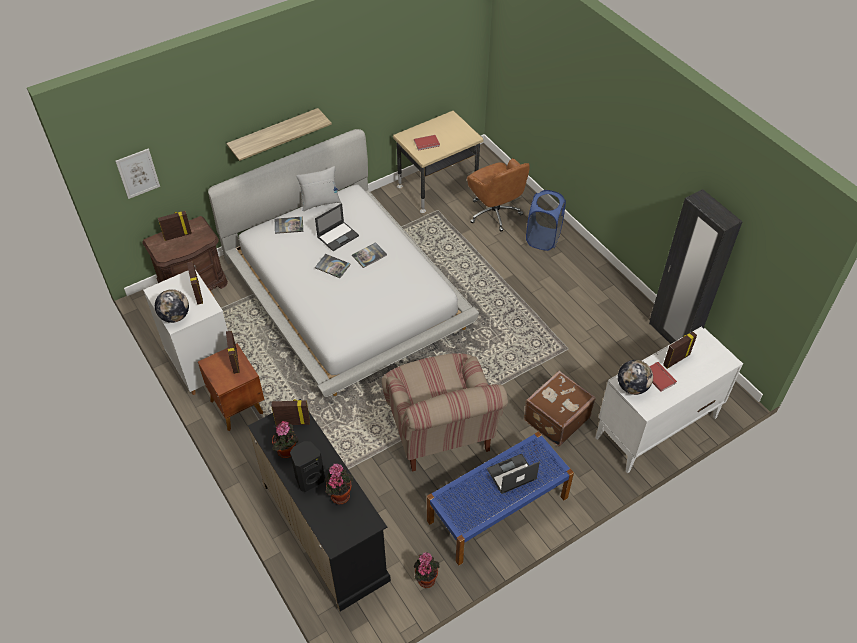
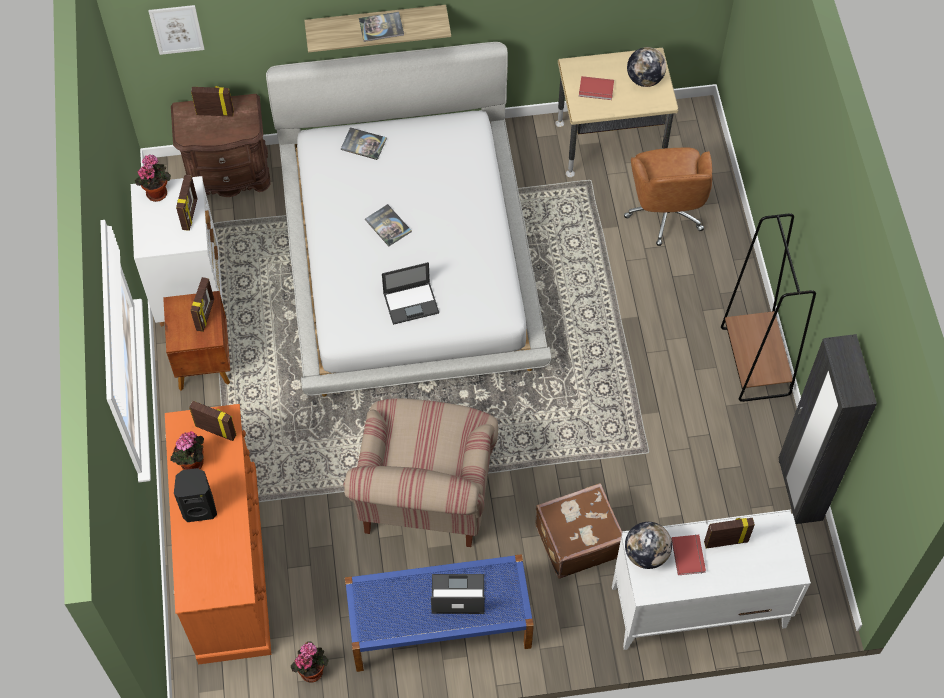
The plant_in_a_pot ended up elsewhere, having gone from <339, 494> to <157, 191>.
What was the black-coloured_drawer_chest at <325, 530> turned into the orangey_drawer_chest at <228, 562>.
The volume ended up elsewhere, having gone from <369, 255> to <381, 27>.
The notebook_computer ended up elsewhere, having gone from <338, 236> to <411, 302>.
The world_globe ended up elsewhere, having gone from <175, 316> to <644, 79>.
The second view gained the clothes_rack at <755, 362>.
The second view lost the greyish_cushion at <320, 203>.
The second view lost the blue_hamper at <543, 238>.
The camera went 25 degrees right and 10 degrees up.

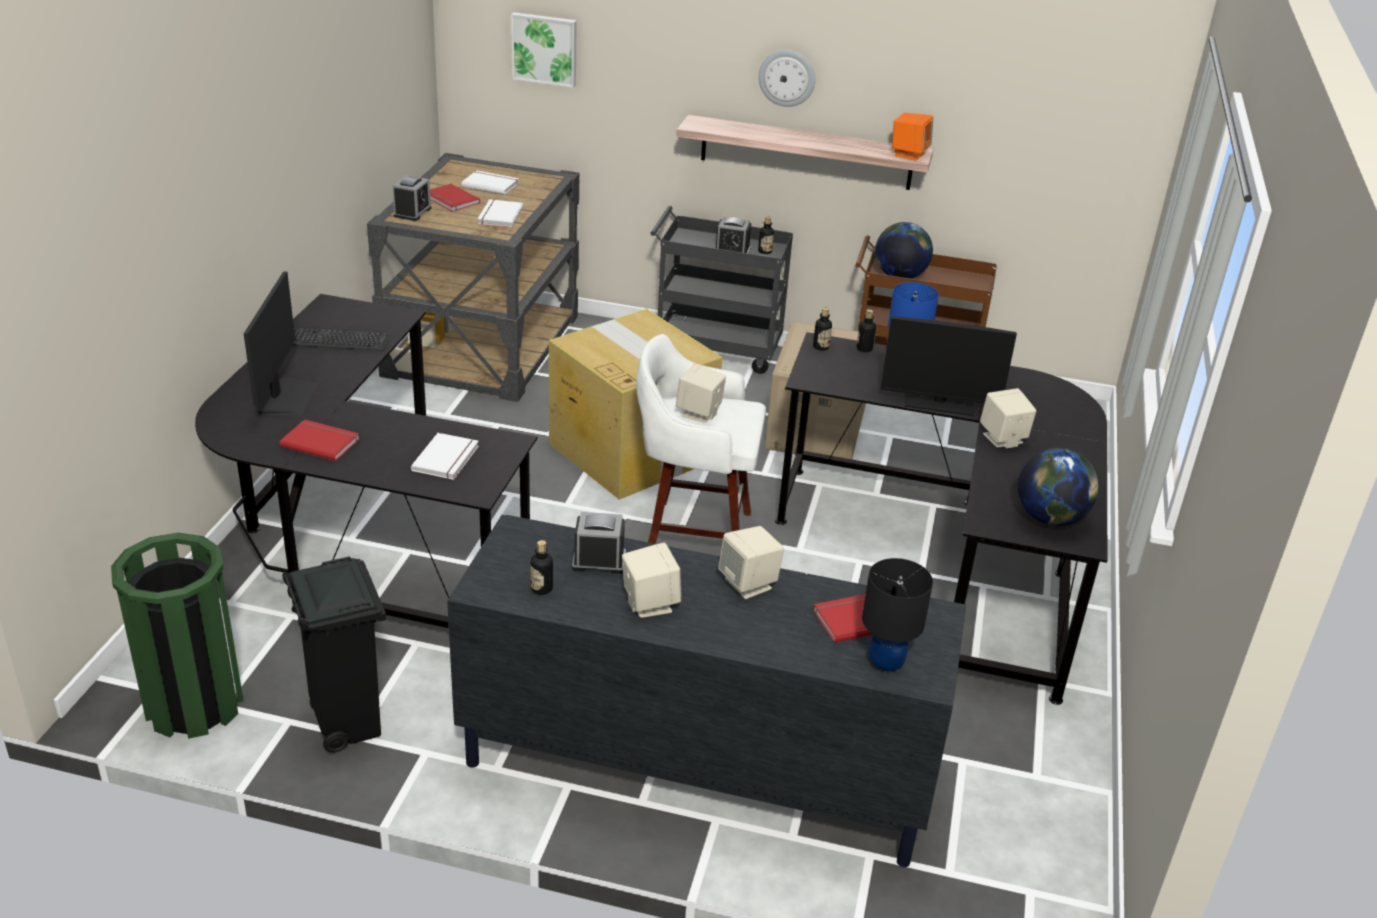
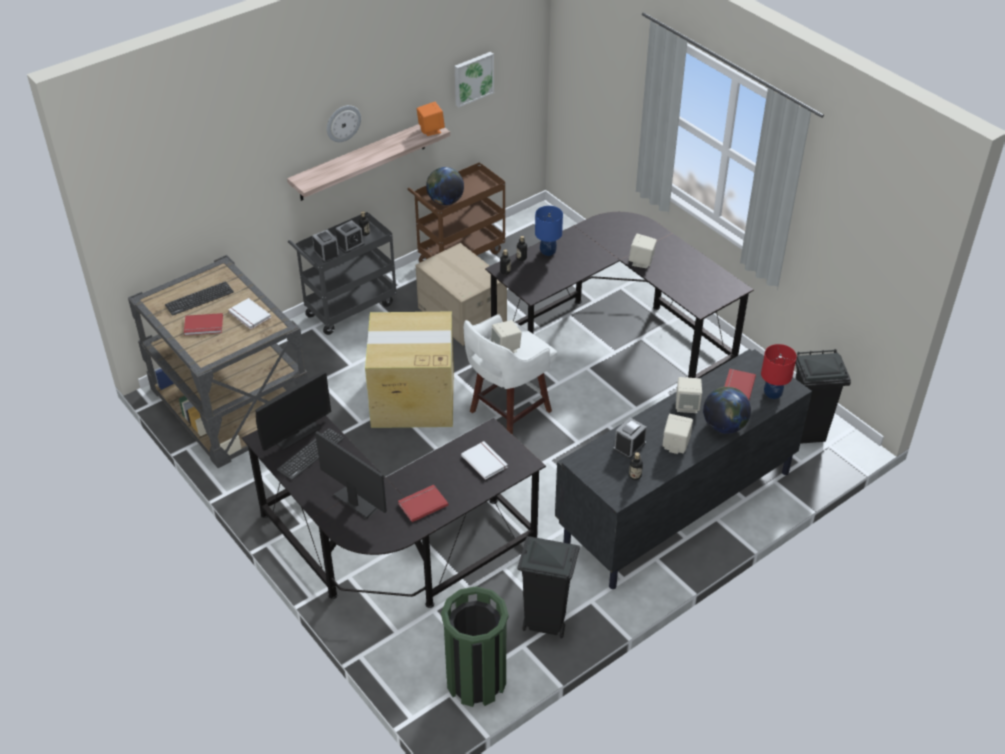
Where the white_volume stood at <490, 184>, the keyboard came to stand at <199, 299>.
The computer_display ended up elsewhere, having gone from <939, 403> to <296, 433>.
The table_clock ended up elsewhere, having gone from <412, 212> to <326, 254>.
The wall_art ended up elsewhere, having gone from <545, 49> to <473, 78>.
The world_globe ended up elsewhere, having gone from <1050, 518> to <724, 426>.
What was the black-coloured_tabletop_lamp at <887, 663> turned into the red_tabletop_lamp at <773, 394>.
The second view gained the black-coloured_rubbish_bin at <807, 433>.
The camera went 50 degrees left and 10 degrees up.

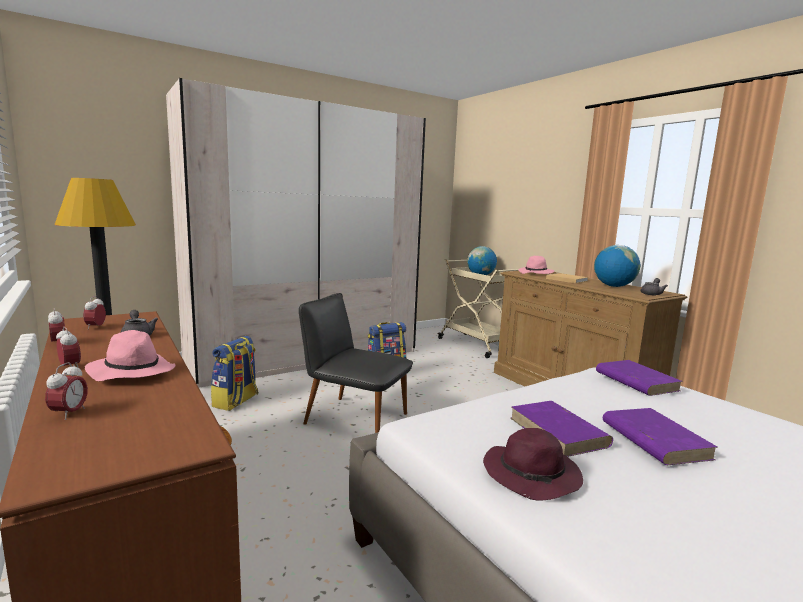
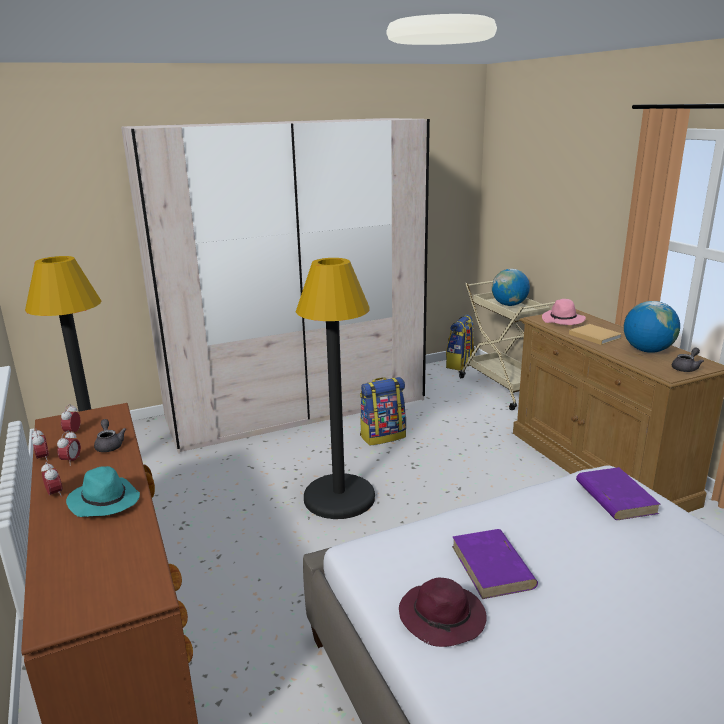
The table_clock ended up elsewhere, having gone from <69, 414> to <71, 461>.
What was the pink_clothing_hat at <131, 372> turned into the blue-green_clothing_hat at <104, 501>.
Where the black-coloured_chair stood at <356, 418>, the black-coloured_floor_lamp came to stand at <339, 497>.
The rucksack ended up elsewhere, having gone from <236, 401> to <460, 364>.
The second view lost the purple-coloured_volume at <653, 439>.
The camera went 10 degrees right and 10 degrees up.

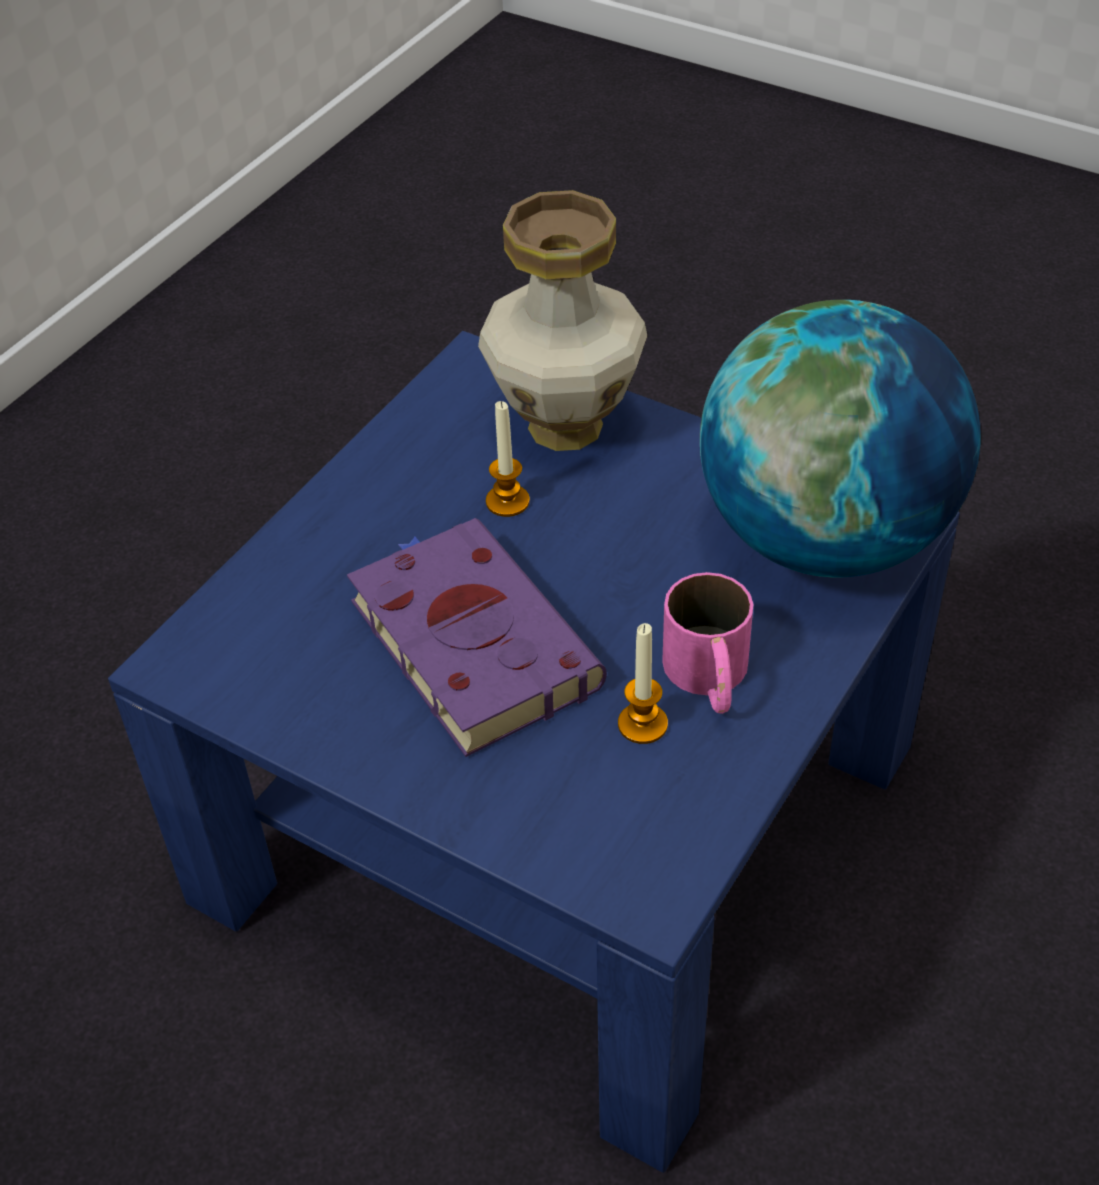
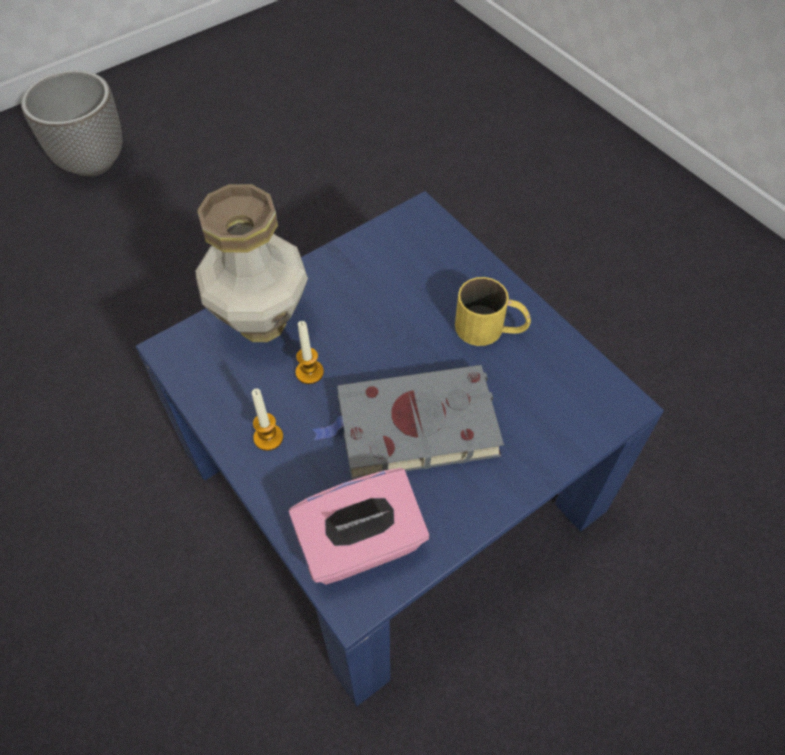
The second view gained the plant_pot at <91, 162>.
The wax_light ended up elsewhere, having gone from <642, 724> to <268, 437>.
The second view gained the pink_tissue_holder at <361, 544>.
What was the purple-coloured_volume at <468, 640> turned into the greyish_volume at <412, 427>.
What was the pink_coffee_mug at <709, 679> turned into the yellow_coffee_mug at <491, 329>.
The second view lost the world_globe at <825, 538>.
The camera went 70 degrees left and 10 degrees up.

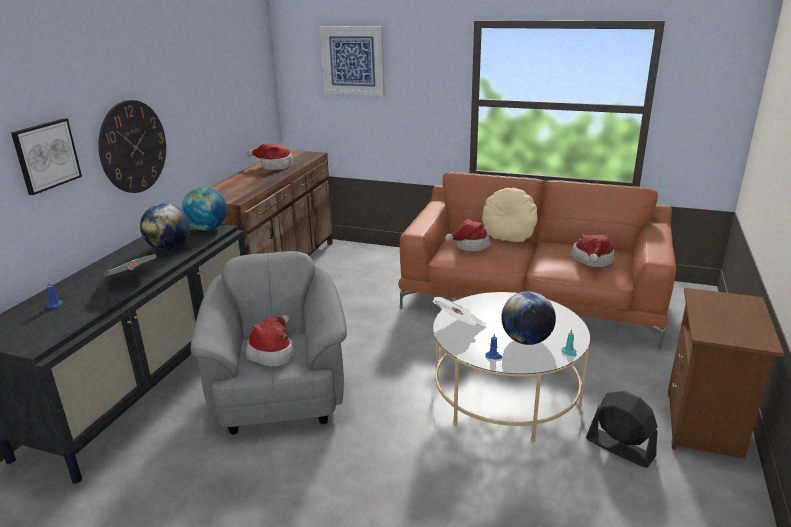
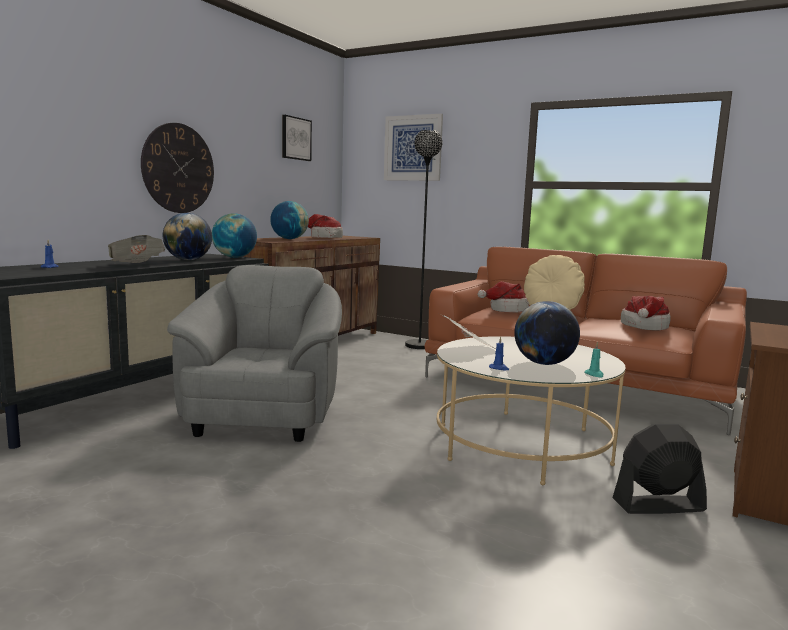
The second view gained the world_globe at <289, 239>.
The wall_art ended up elsewhere, having gone from <46, 155> to <295, 138>.
The second view gained the black-coloured_floor_lamp at <419, 345>.
The black-coloured_fan at <619, 447> ended up facing another way, 60 degrees counterclockwise from before.
The second view lost the clothing_hat at <273, 352>.
The camera went 10 degrees right and 15 degrees down.

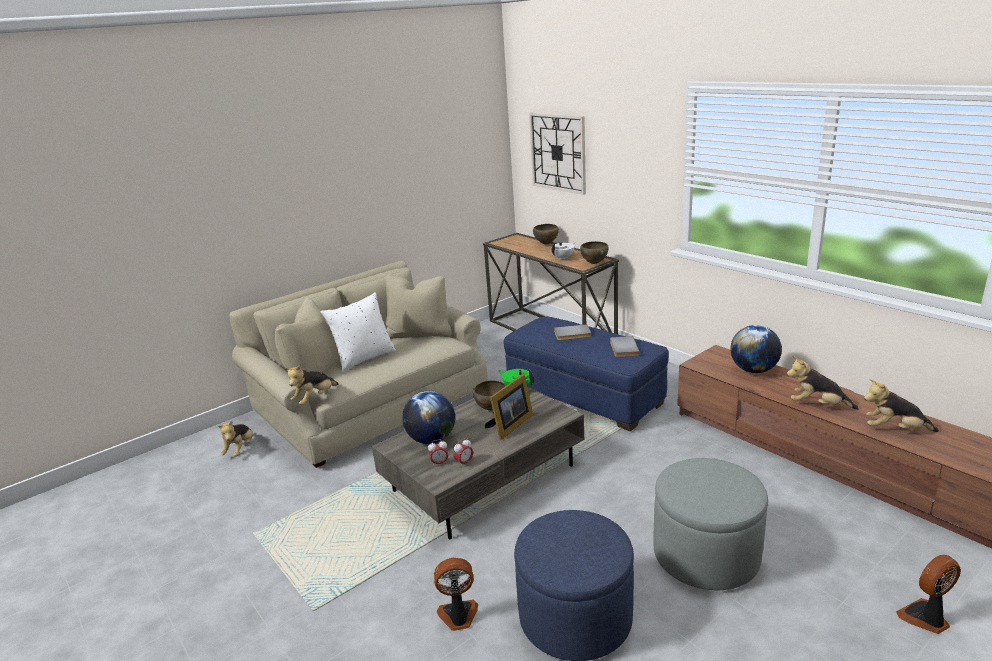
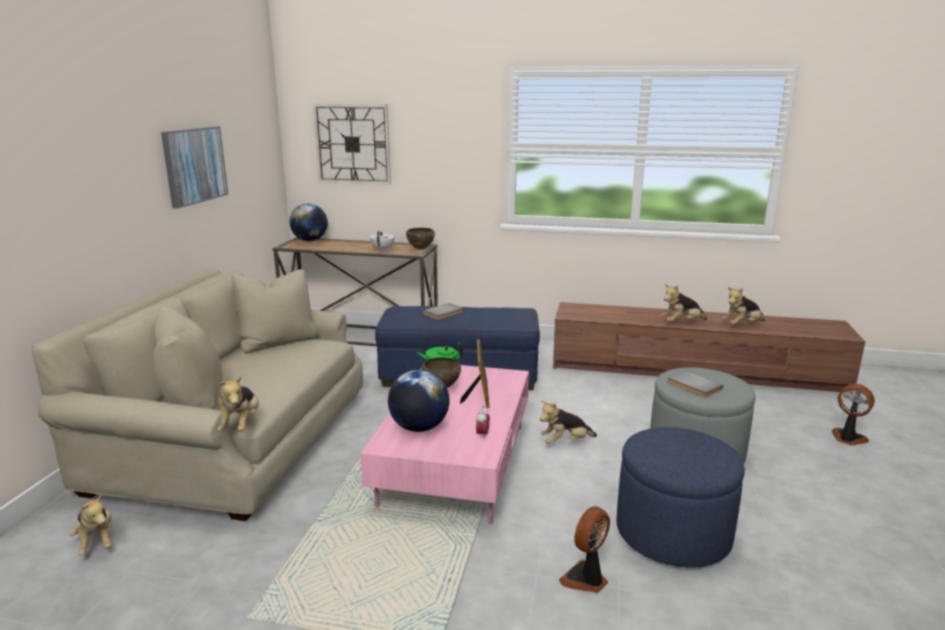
The second view gained the wall_art at <194, 165>.
The world_globe ended up elsewhere, having gone from <754, 370> to <310, 240>.
What was the greyish_coffee_table at <484, 477> turned into the pink_coffee_table at <454, 463>.
The second view gained the soft_toy at <565, 442>.
The greyish_volume ended up elsewhere, having gone from <622, 348> to <693, 386>.
The fan at <925, 618> ended up facing another way, 105 degrees clockwise from before.
The second view lost the white_cushion at <364, 358>.
The second view lost the table_clock at <439, 463>.
The second view lost the brown_deep_dish at <546, 244>.
The camera went 40 degrees left and 5 degrees down.

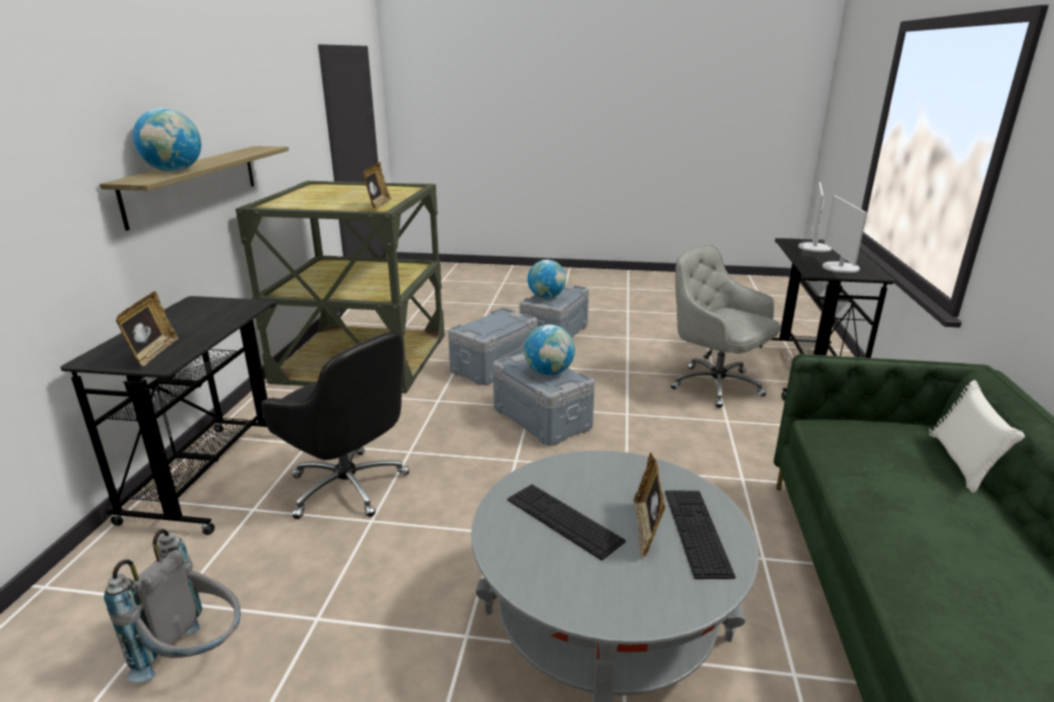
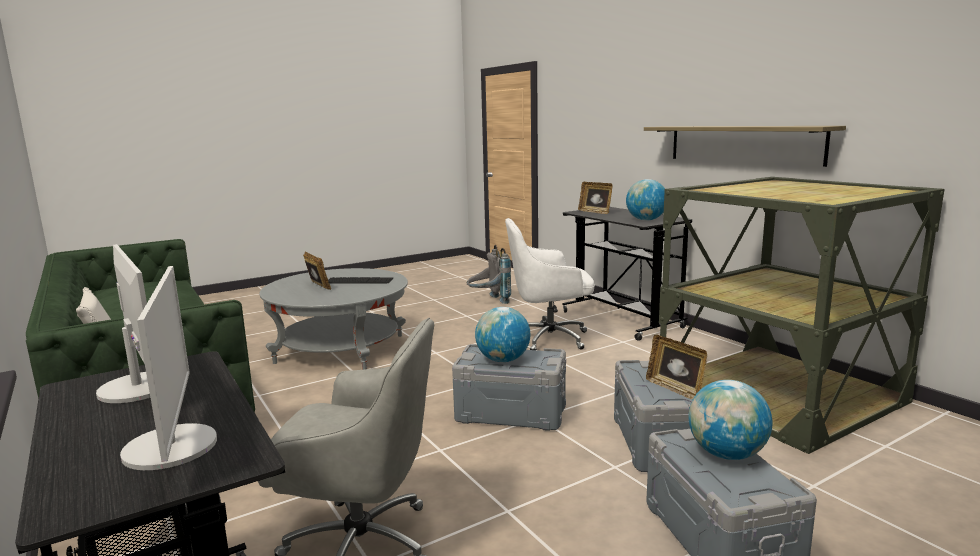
What was the black-coloured_office_chair at <346, 487> turned into the white_office_chair at <549, 338>.
The world_globe ended up elsewhere, having gone from <174, 171> to <646, 220>.
The standing_frame ended up elsewhere, having gone from <378, 205> to <675, 389>.
The second view lost the keyboard at <697, 531>.
The camera went 140 degrees right and 10 degrees down.

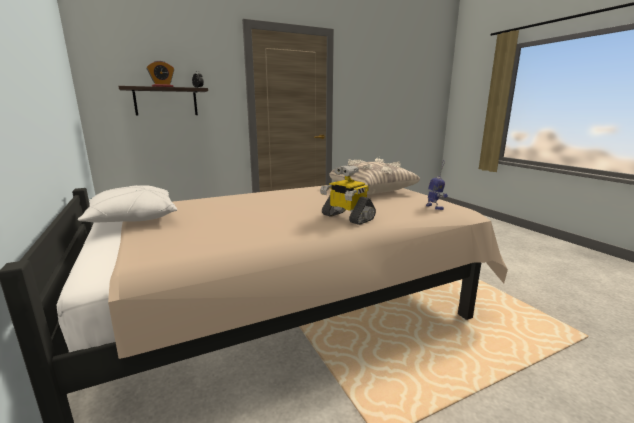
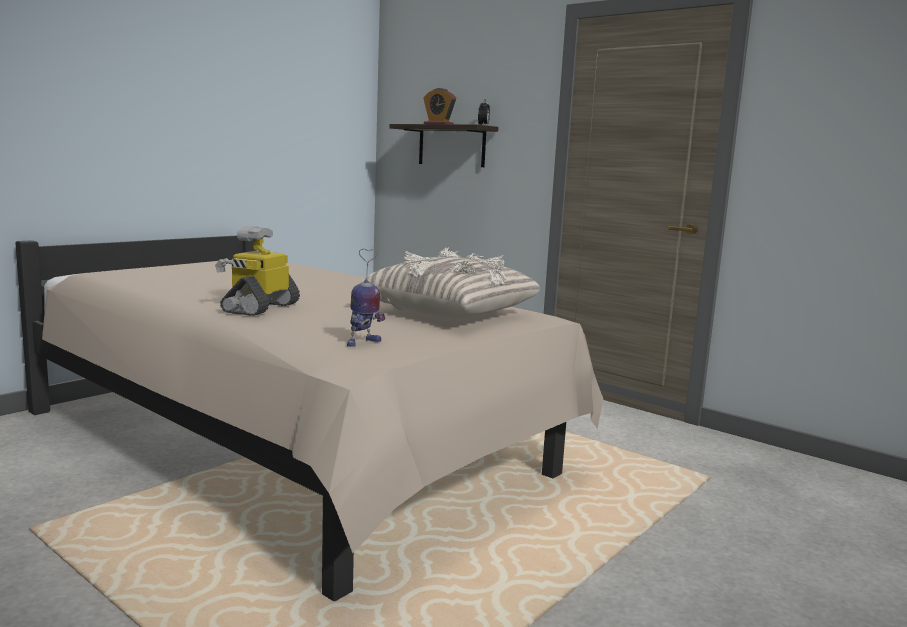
The second view lost the white_cushion at <133, 219>.
The camera went 65 degrees right and 5 degrees down.

